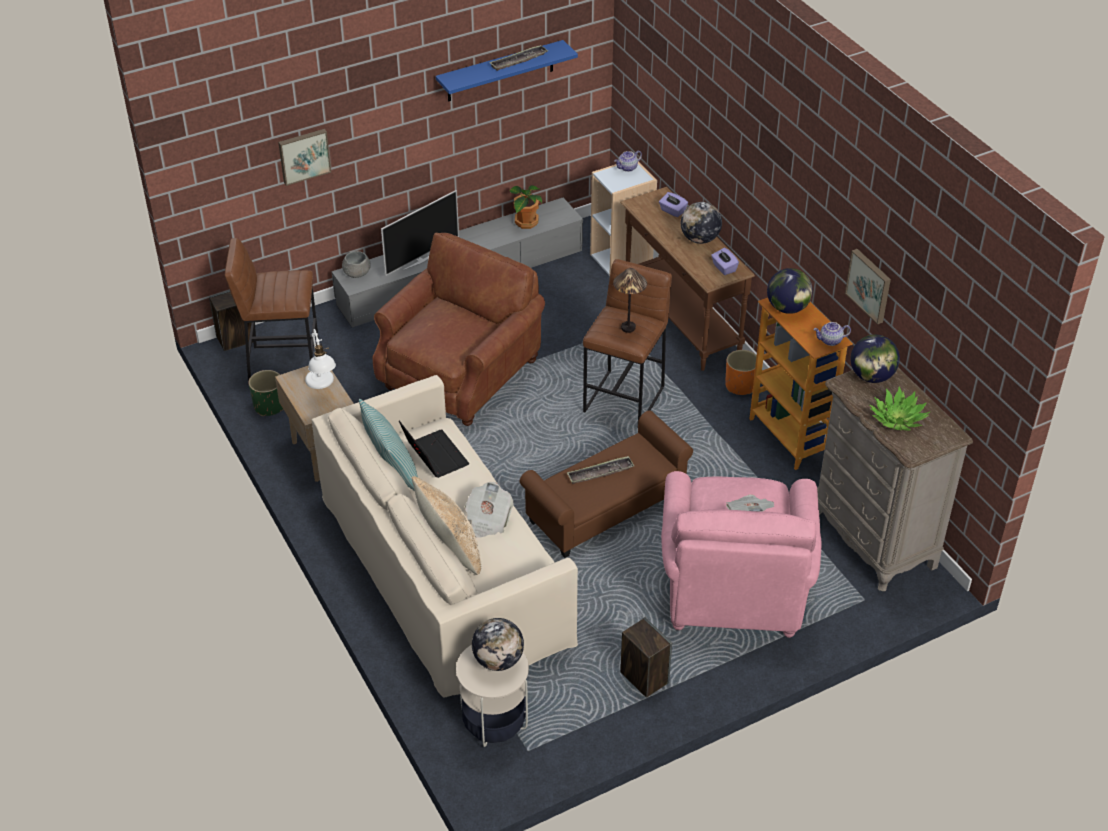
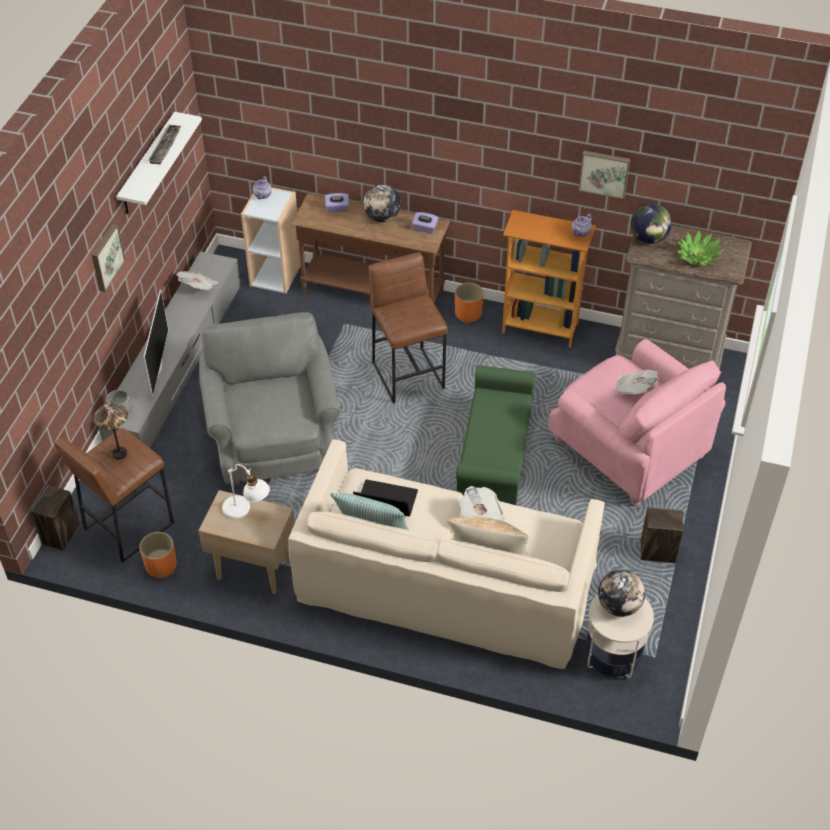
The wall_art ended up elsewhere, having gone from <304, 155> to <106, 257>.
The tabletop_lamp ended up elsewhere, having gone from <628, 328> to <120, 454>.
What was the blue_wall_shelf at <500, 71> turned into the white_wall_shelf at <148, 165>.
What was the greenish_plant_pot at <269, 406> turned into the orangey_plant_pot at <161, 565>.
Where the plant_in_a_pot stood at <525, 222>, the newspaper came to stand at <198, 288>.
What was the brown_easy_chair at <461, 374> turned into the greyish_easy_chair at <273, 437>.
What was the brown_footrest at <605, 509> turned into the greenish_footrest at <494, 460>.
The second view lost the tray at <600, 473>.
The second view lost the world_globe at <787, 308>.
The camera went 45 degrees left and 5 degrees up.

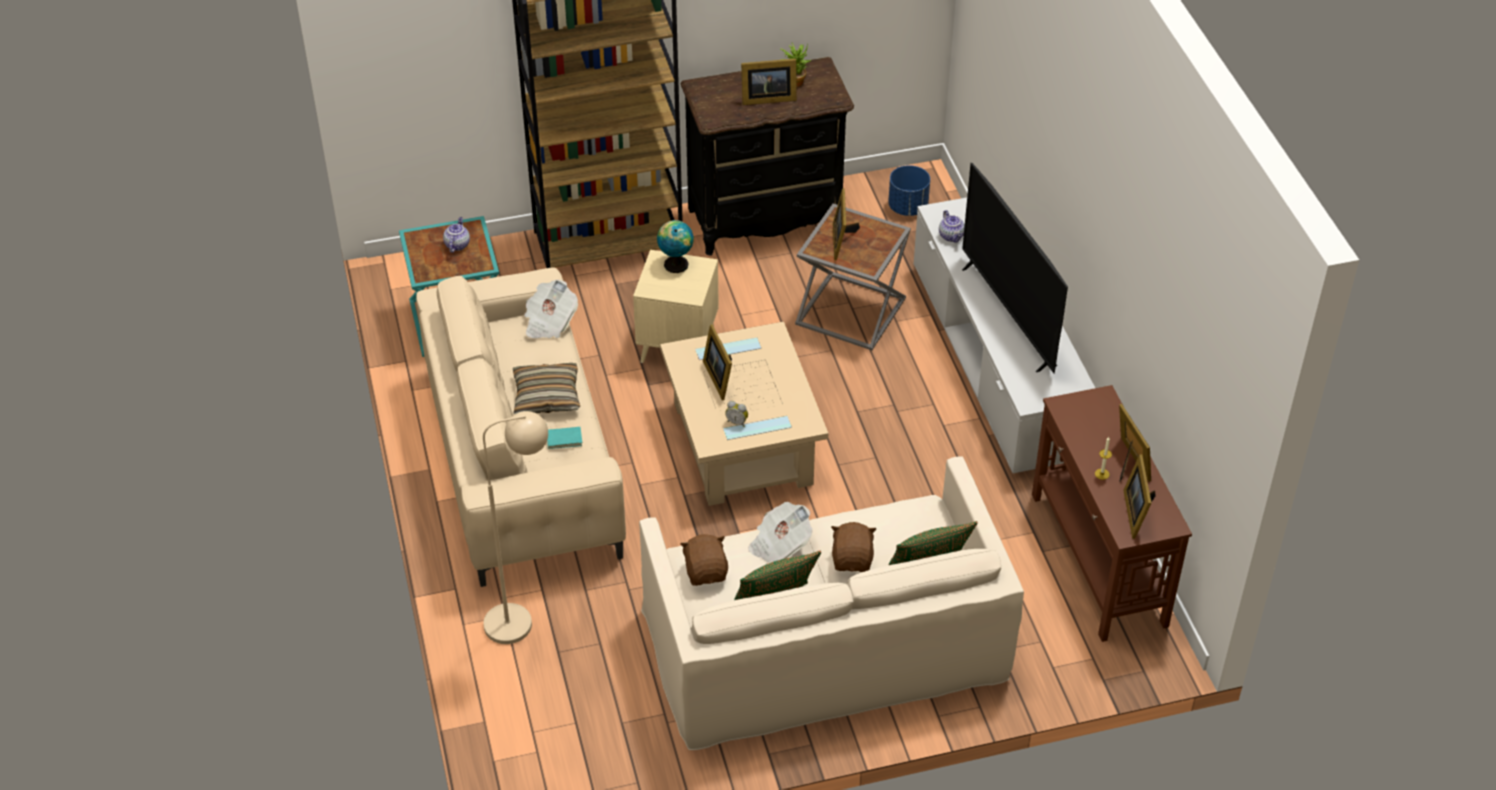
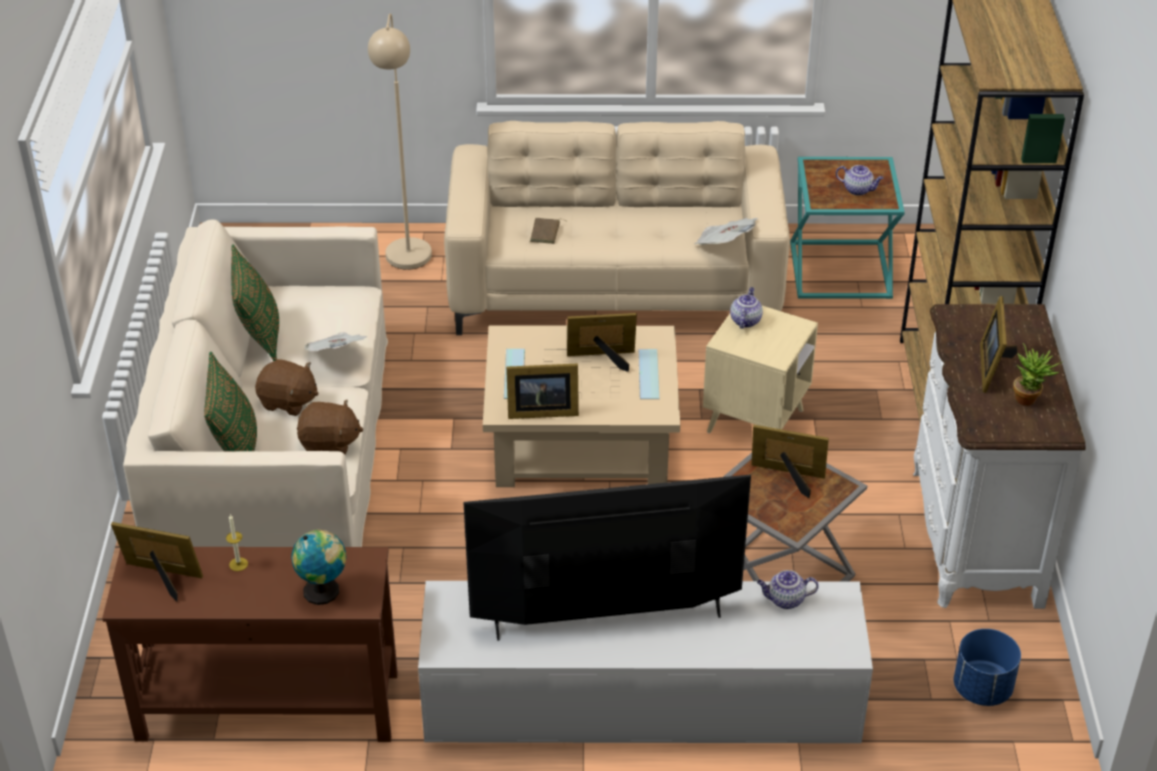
The world_globe ended up elsewhere, having gone from <675, 263> to <324, 591>.
The brown_soft_toy ended up elsewhere, having gone from <706, 572> to <329, 443>.
The standing_frame ended up elsewhere, having gone from <1129, 463> to <540, 410>.
What was the blue-green_volume at <564, 438> turned into the brown_volume at <546, 233>.
The second view gained the pot_for_tea at <745, 320>.
What was the black-coloured_drawer_chest at <766, 221> turned into the white_drawer_chest at <972, 537>.
The second view lost the cushion at <546, 396>.
The second view lost the table_clock at <737, 422>.
The camera went 105 degrees right and 5 degrees down.

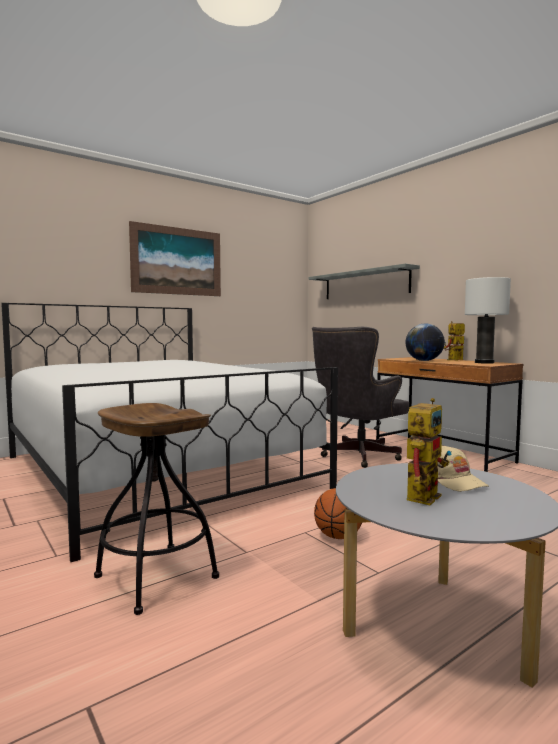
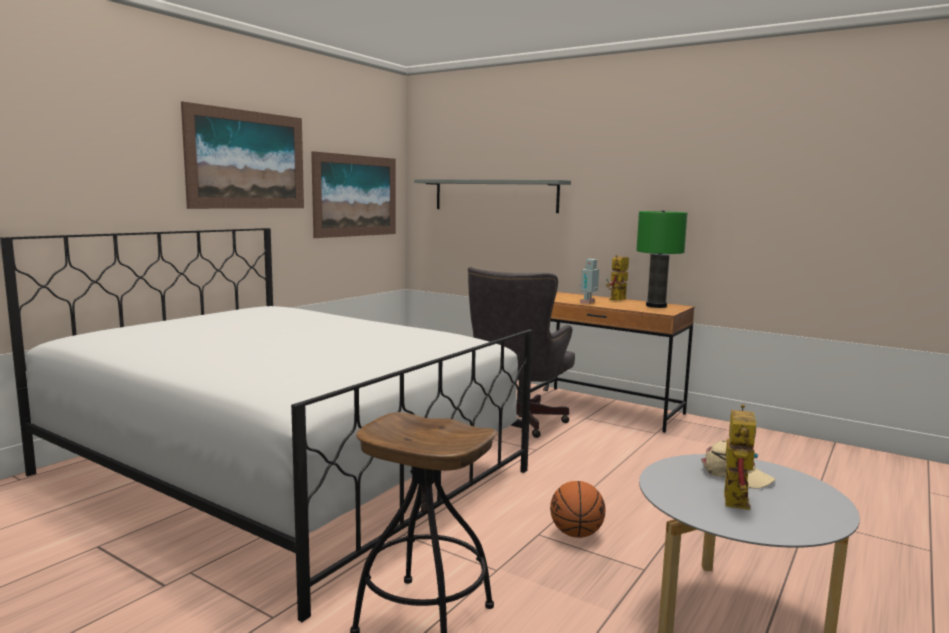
The second view gained the wall_art at <356, 196>.
Where the world_globe stood at <424, 360>, the toy_robot came to stand at <589, 303>.
What was the white_tabletop_lamp at <484, 362> turned into the greenish_tabletop_lamp at <656, 306>.
The camera went 20 degrees left and 5 degrees up.

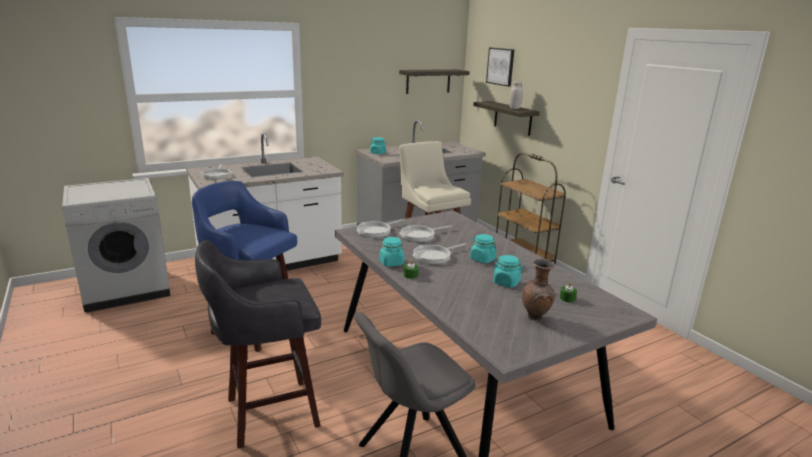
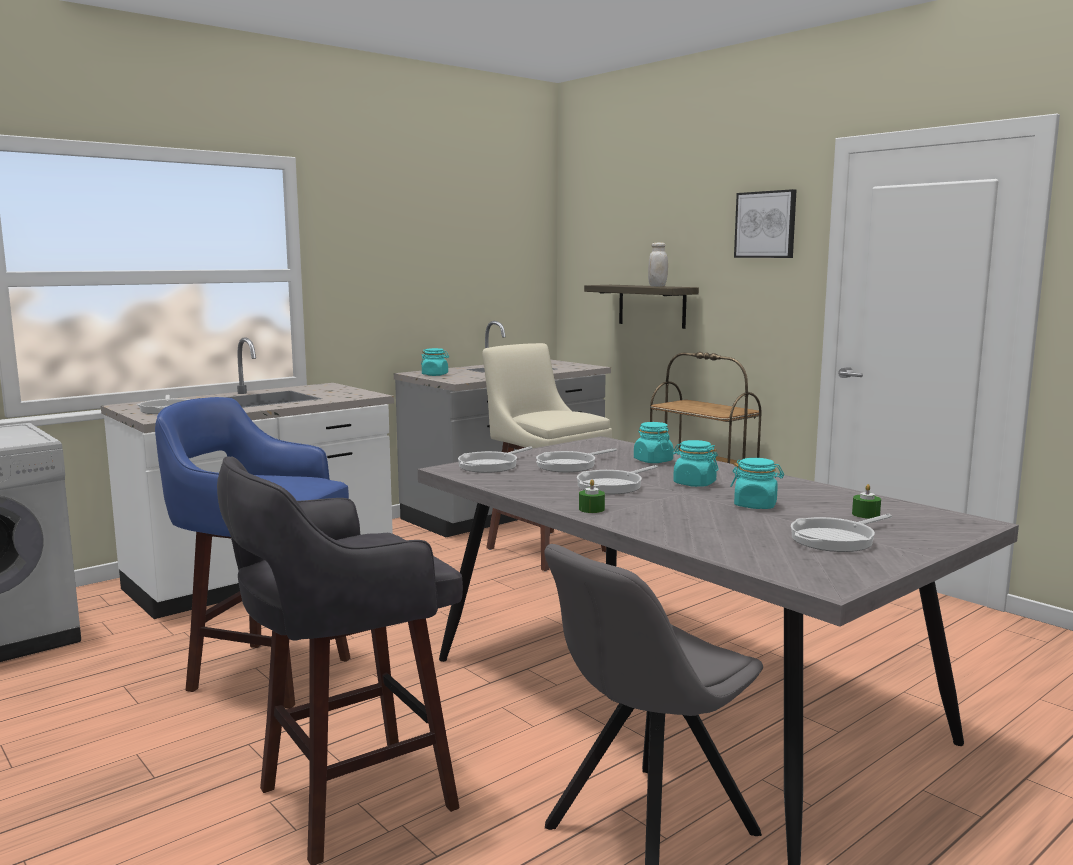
The blue-green_storage_jar ended up elsewhere, having gone from <391, 263> to <653, 461>.
The wall_art ended up elsewhere, having gone from <500, 66> to <765, 224>.
Where the brown_flower_vase stood at <535, 318>, the pan came to stand at <836, 539>.
The second view lost the wall_shelf at <428, 81>.
The camera went 10 degrees left and 10 degrees down.

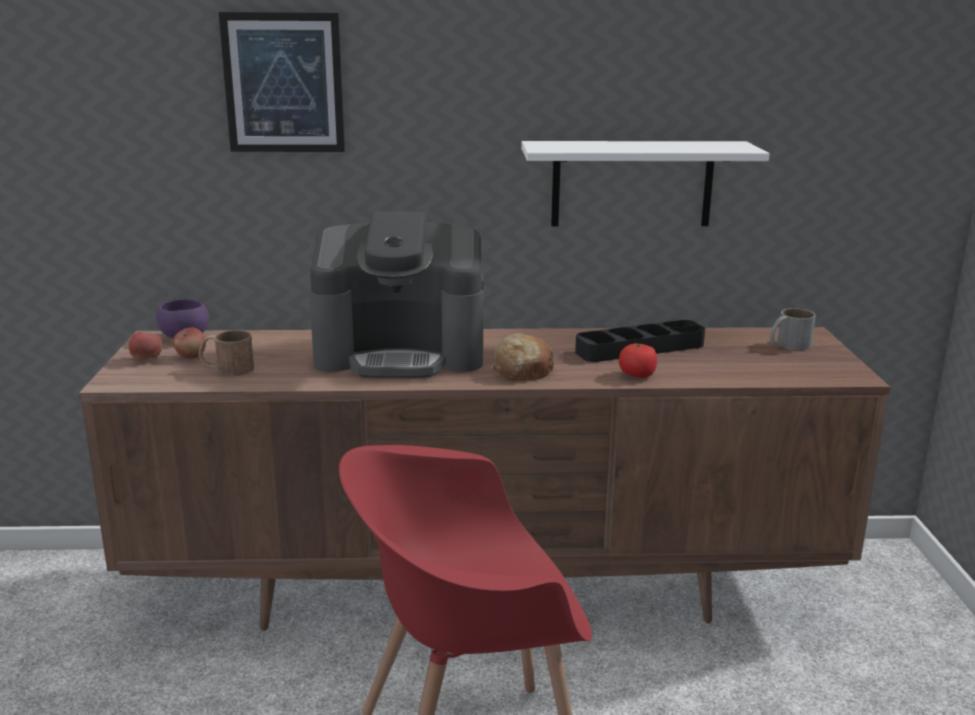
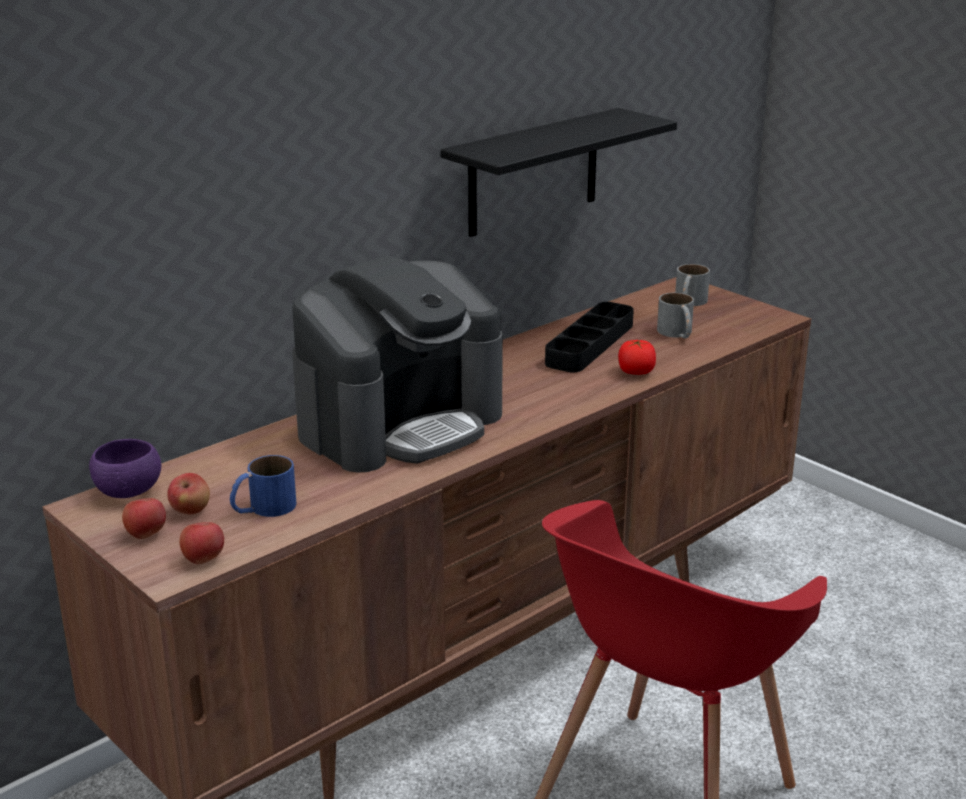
The second view gained the whole_apple at <203, 559>.
What was the brown_coffee_mug at <226, 369> turned into the blue_coffee_mug at <263, 508>.
What was the white_wall_shelf at <632, 184> turned into the black-coloured_wall_shelf at <533, 172>.
The second view gained the greyish_coffee_mug at <677, 334>.
The second view lost the wall_art at <283, 83>.
The second view lost the bread at <522, 370>.
The camera went 40 degrees left and 5 degrees up.

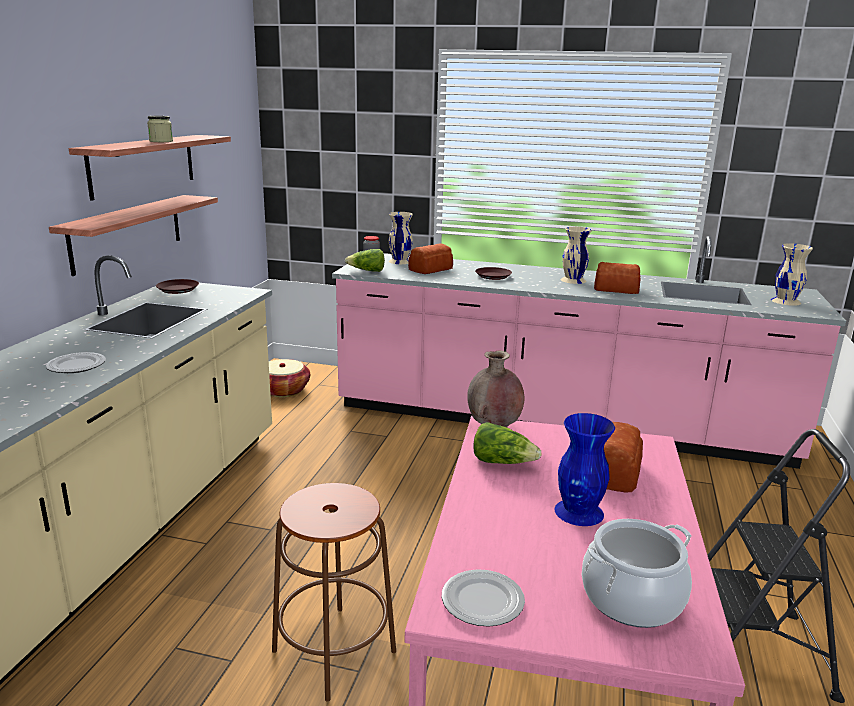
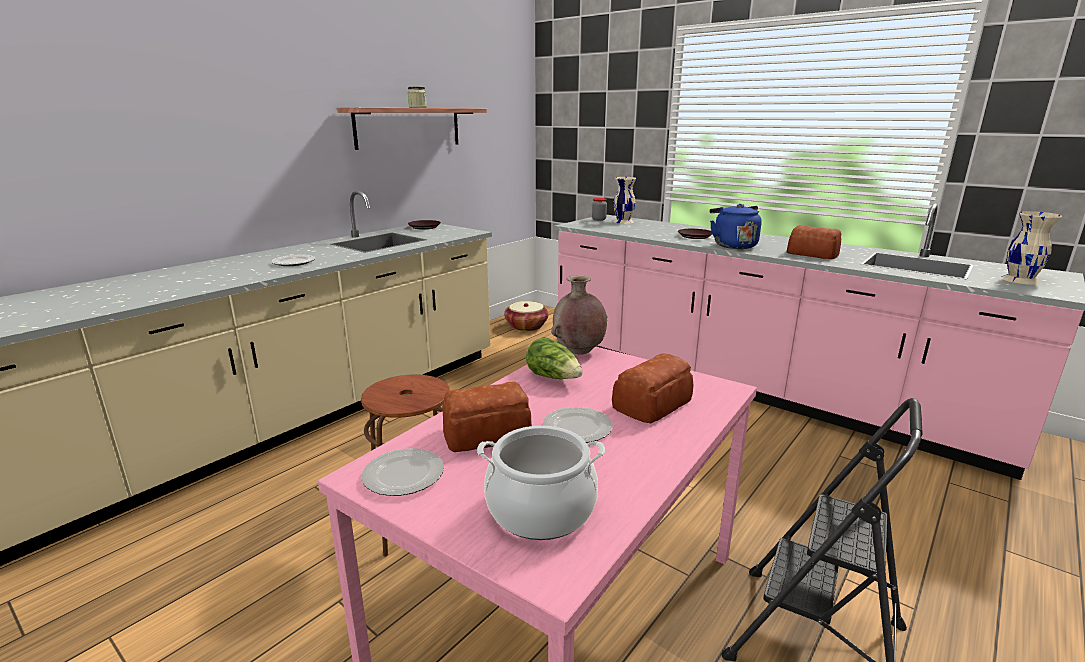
The bread ended up elsewhere, having gone from <431, 269> to <489, 434>.
Where the blue_flower_vase stood at <579, 512>, the flat_dish came to stand at <577, 429>.
The second view gained the blue_kettle at <732, 245>.
The second view lost the wall_shelf at <127, 232>.
The second view lost the lettuce at <367, 271>.
The second view lost the sand-coloured_flower_vase at <573, 280>.
The camera went 25 degrees right and 0 degrees up.

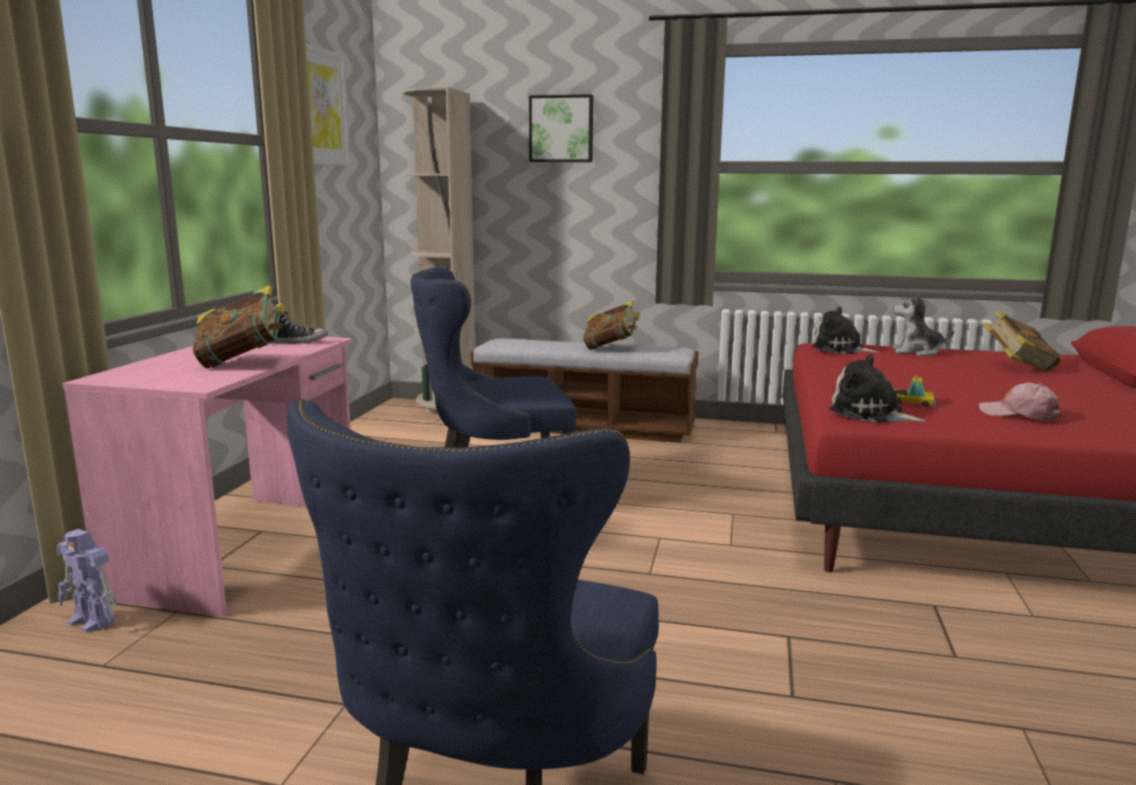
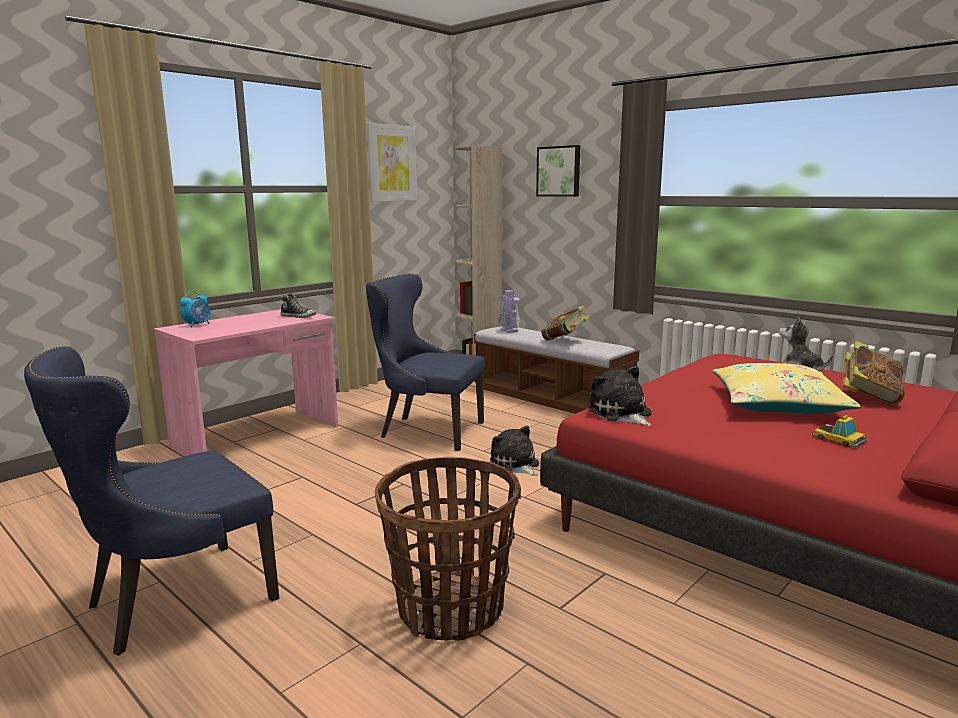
The second view gained the table_clock at <198, 325>.
The second view gained the basket at <450, 610>.
The soft_toy ended up elsewhere, having gone from <841, 349> to <515, 464>.
The toy_robot ended up elsewhere, having gone from <93, 621> to <509, 330>.
The second view gained the yellow_cushion at <777, 404>.
The model_car ended up elsewhere, having gone from <911, 401> to <839, 439>.
The second view lost the volume at <243, 362>.
The second view lost the pink_baseball_cap at <1019, 414>.
The camera went 30 degrees right and 0 degrees up.

